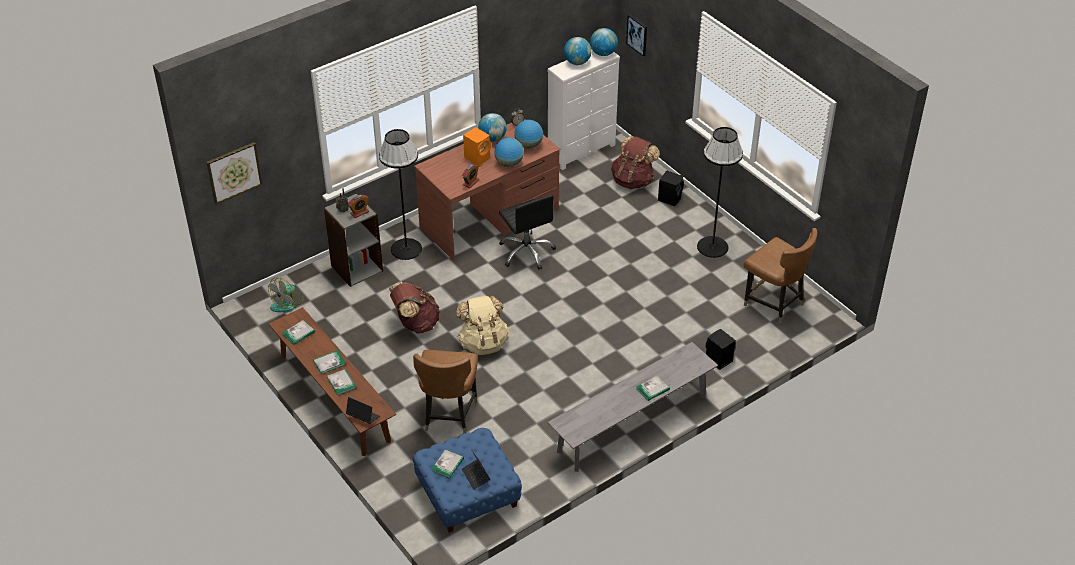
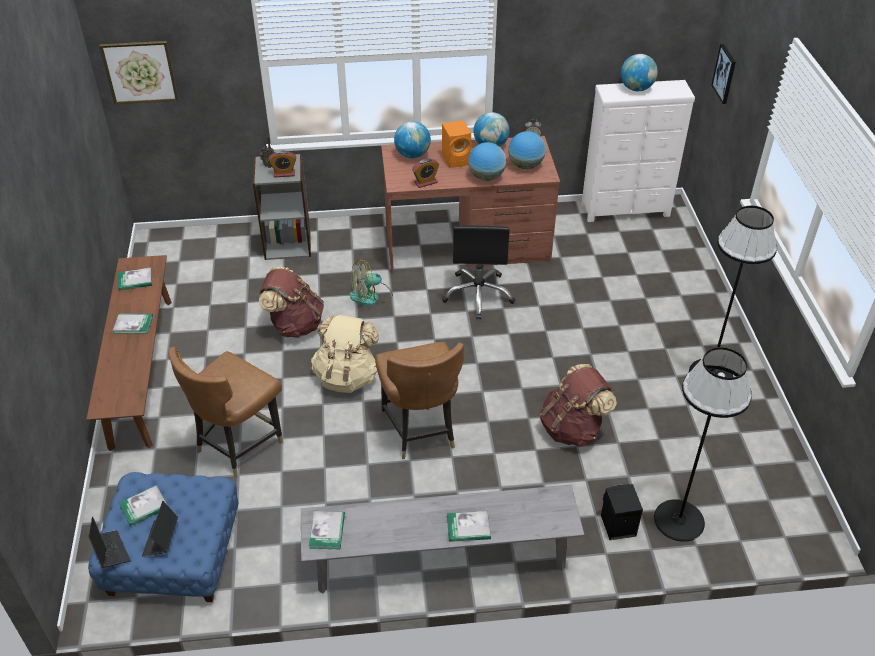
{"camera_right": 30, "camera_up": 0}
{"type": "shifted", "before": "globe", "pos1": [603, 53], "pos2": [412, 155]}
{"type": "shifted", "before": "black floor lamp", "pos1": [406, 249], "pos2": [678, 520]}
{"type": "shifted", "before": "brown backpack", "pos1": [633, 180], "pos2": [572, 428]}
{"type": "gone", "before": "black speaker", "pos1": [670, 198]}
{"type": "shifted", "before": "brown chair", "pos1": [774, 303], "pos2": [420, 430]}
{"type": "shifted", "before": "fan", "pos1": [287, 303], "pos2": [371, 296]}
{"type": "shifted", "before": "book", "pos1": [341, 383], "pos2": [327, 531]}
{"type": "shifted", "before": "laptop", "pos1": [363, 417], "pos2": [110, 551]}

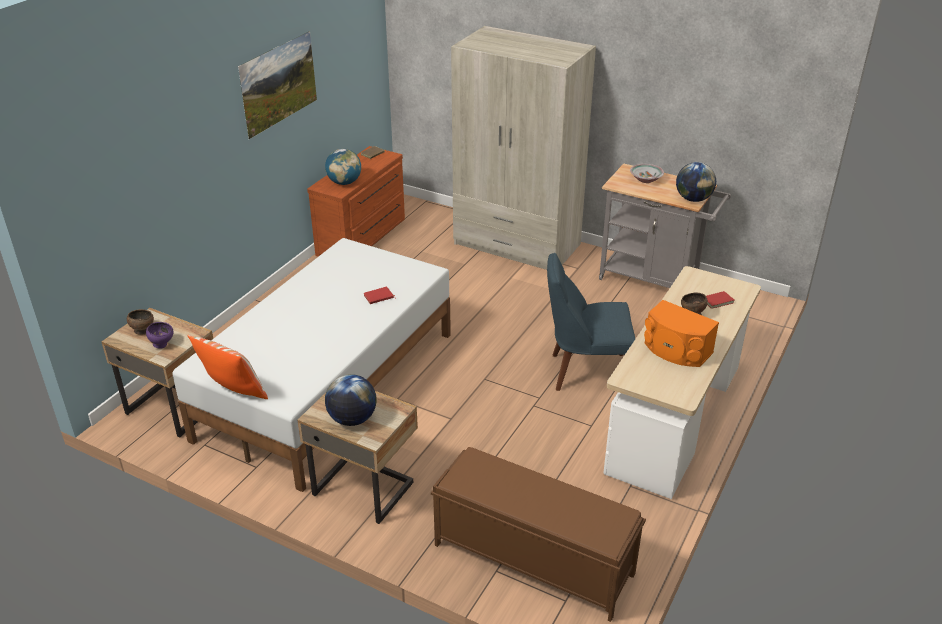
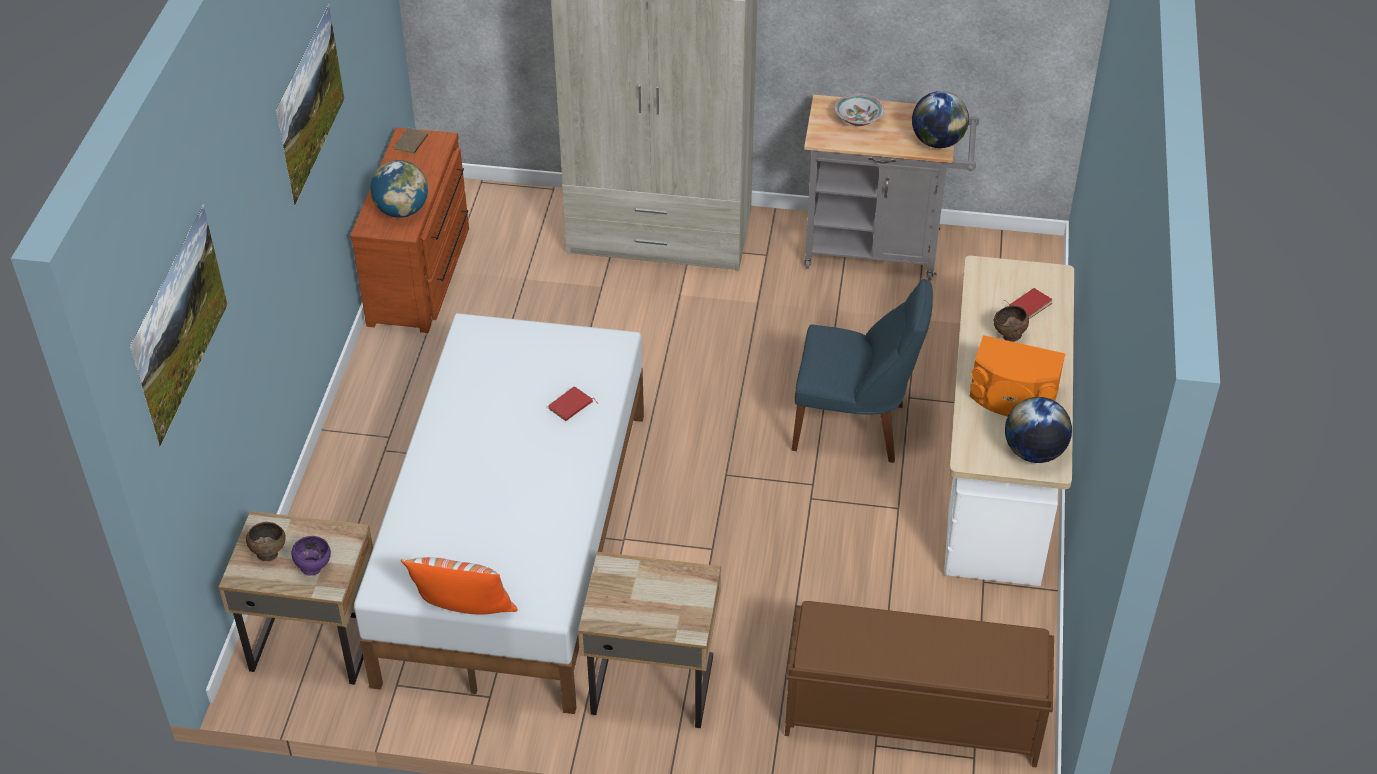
{"camera_right": -20, "camera_up": 10}
{"type": "rotated", "before": "blue chair", "pos1": [585, 372], "pos2": [854, 427], "turn": -150}
{"type": "shifted", "before": "globe", "pos1": [352, 419], "pos2": [1034, 452]}
{"type": "new", "after": "picture", "pos2": [188, 349]}

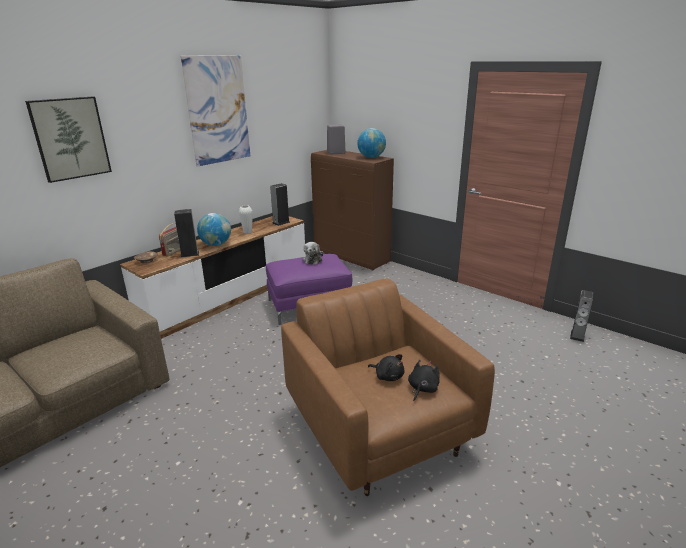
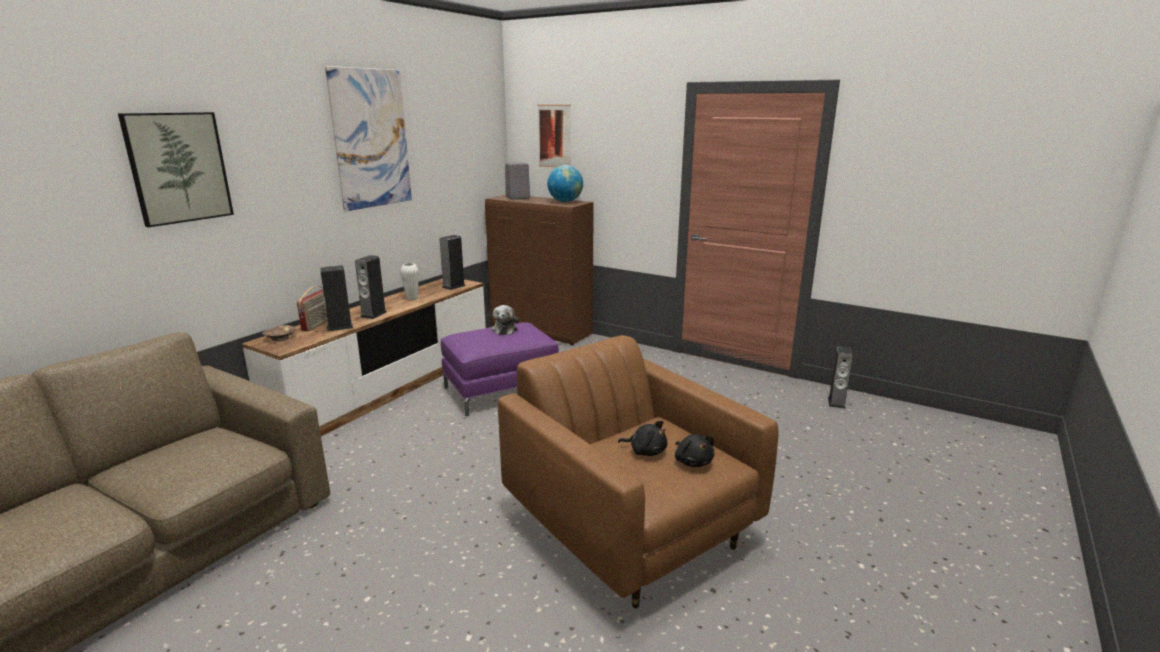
{"camera_right": -10, "camera_up": -5}
{"type": "swapped", "before": "globe", "after": "speaker", "pos1": [216, 244], "pos2": [373, 314]}
{"type": "rotated", "before": "black plush toy", "pos1": [422, 389], "pos2": [693, 461], "turn": 135}
{"type": "new", "after": "picture", "pos2": [554, 136]}

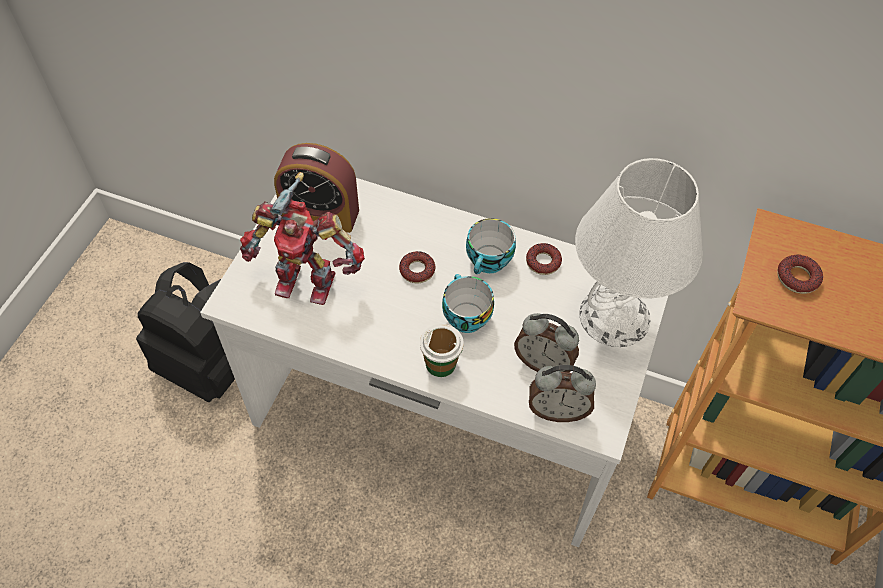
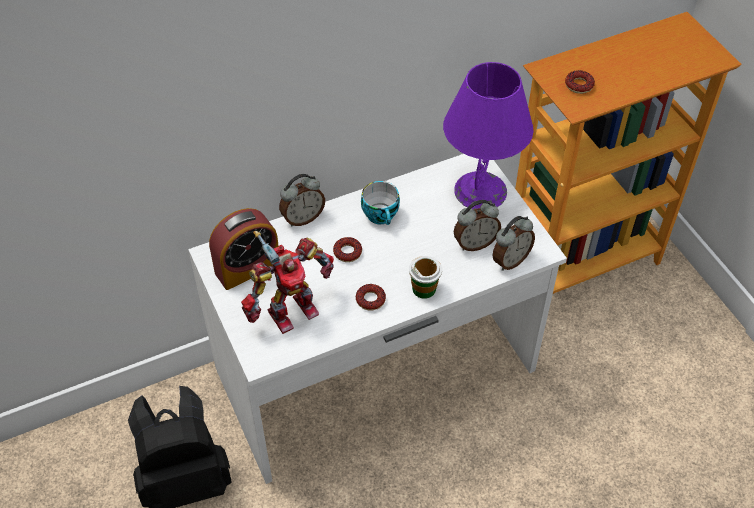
{"camera_right": -45, "camera_up": -5}
{"type": "repainted", "before": "white table lamp", "after": "purple table lamp", "pos1": [614, 317], "pos2": [481, 191]}
{"type": "shifted", "before": "donut", "pos1": [543, 262], "pos2": [370, 300]}
{"type": "gone", "before": "cup", "pos1": [464, 316]}
{"type": "new", "after": "alarm clock", "pos2": [302, 218]}

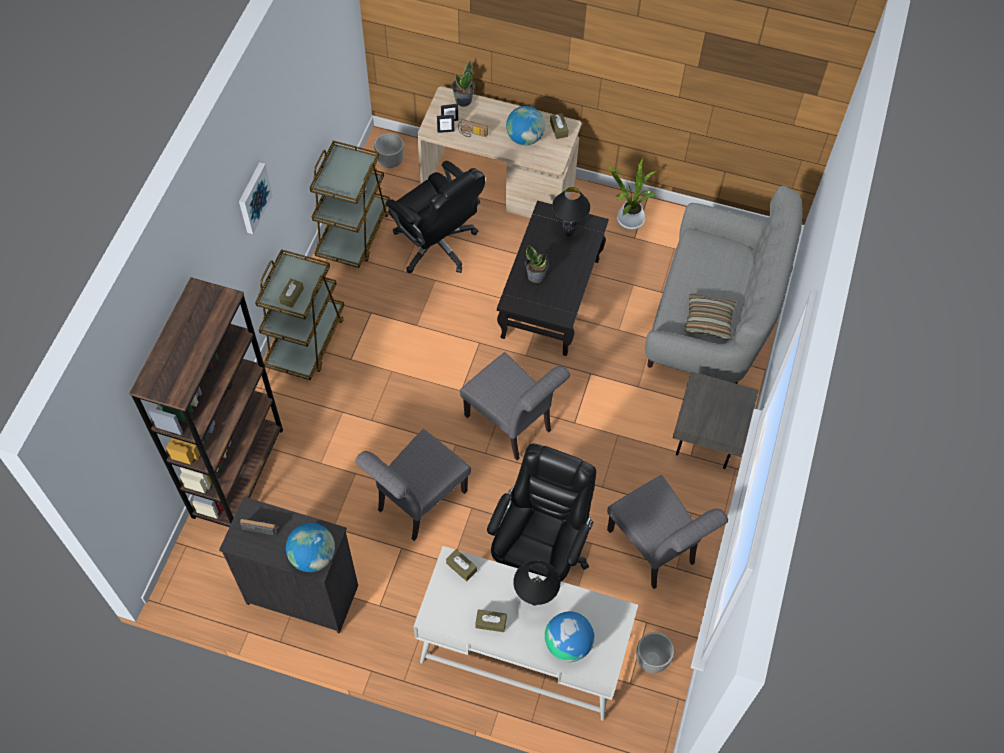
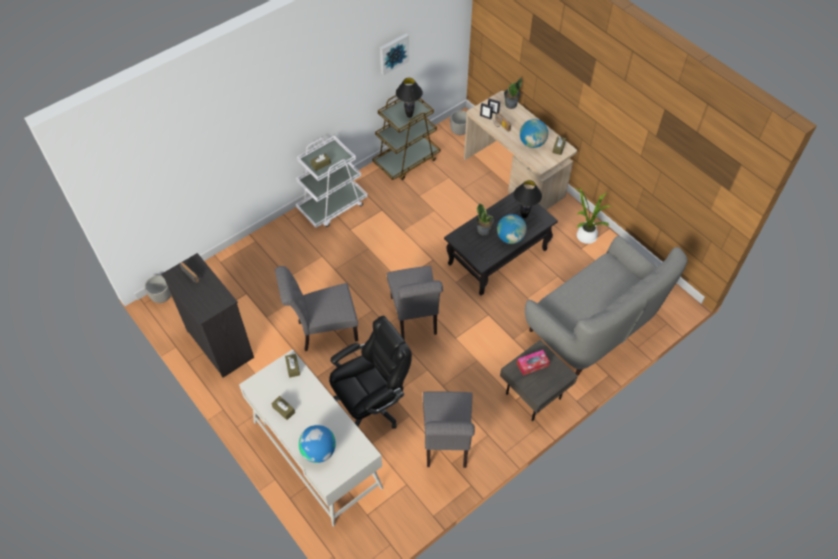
{"camera_right": 35, "camera_up": -5}
{"type": "gone", "before": "black office chair", "pos1": [437, 245]}
{"type": "shifted", "before": "picture", "pos1": [253, 197], "pos2": [393, 53]}
{"type": "repainted", "before": "brown cart", "after": "white cart", "pos1": [306, 340], "pos2": [333, 206]}
{"type": "gone", "before": "brown bookcase", "pos1": [238, 472]}
{"type": "gone", "before": "pillow", "pos1": [708, 320]}
{"type": "shifted", "before": "globe", "pos1": [313, 556], "pos2": [510, 238]}
{"type": "shifted", "before": "black table lamp", "pos1": [535, 601], "pos2": [409, 116]}
{"type": "shifted", "before": "planter", "pos1": [652, 660], "pos2": [162, 297]}
{"type": "new", "after": "tissue box", "pos2": [532, 364]}

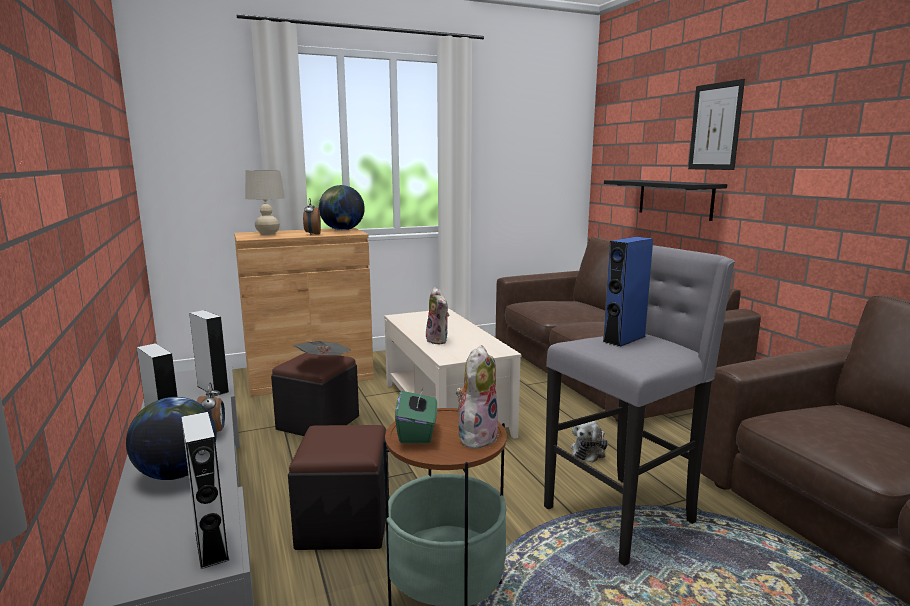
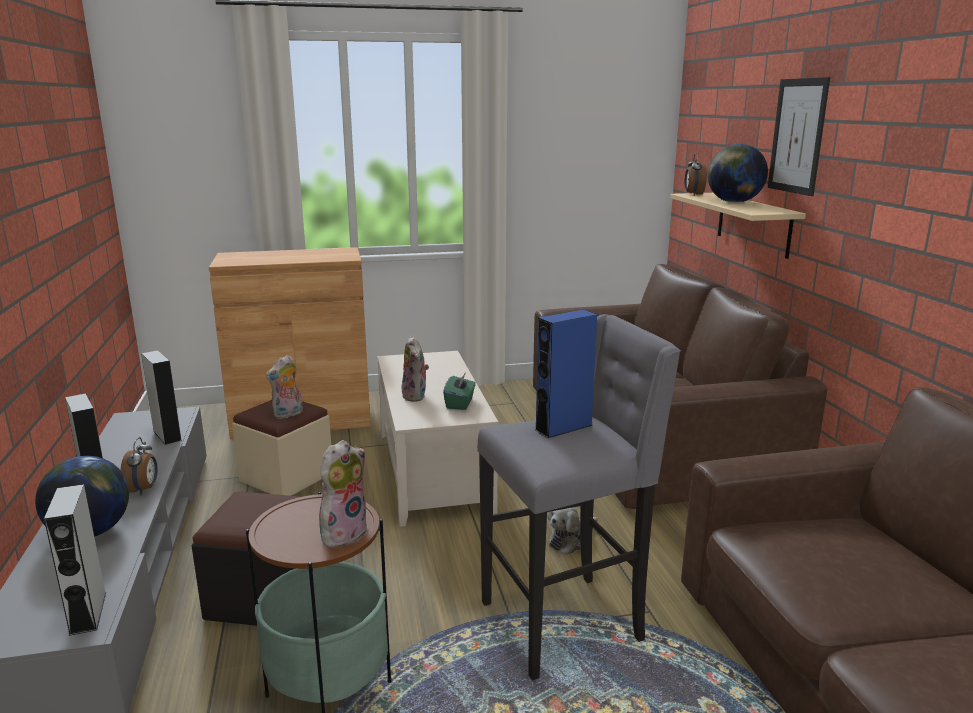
{"camera_right": 10, "camera_up": 5}
{"type": "gone", "before": "beige table lamp", "pos1": [267, 234]}
{"type": "repainted", "before": "black shelf", "after": "beige shelf", "pos1": [675, 199], "pos2": [753, 224]}
{"type": "shifted", "before": "globe", "pos1": [342, 230], "pos2": [733, 202]}
{"type": "shifted", "before": "alarm clock", "pos1": [312, 234], "pos2": [693, 194]}
{"type": "swapped", "before": "newspaper", "after": "plush toy", "pos1": [324, 364], "pos2": [288, 414]}
{"type": "repainted", "before": "black ottoman", "after": "beige ottoman", "pos1": [318, 423], "pos2": [286, 477]}
{"type": "shifted", "before": "green tissue box", "pos1": [417, 432], "pos2": [460, 403]}

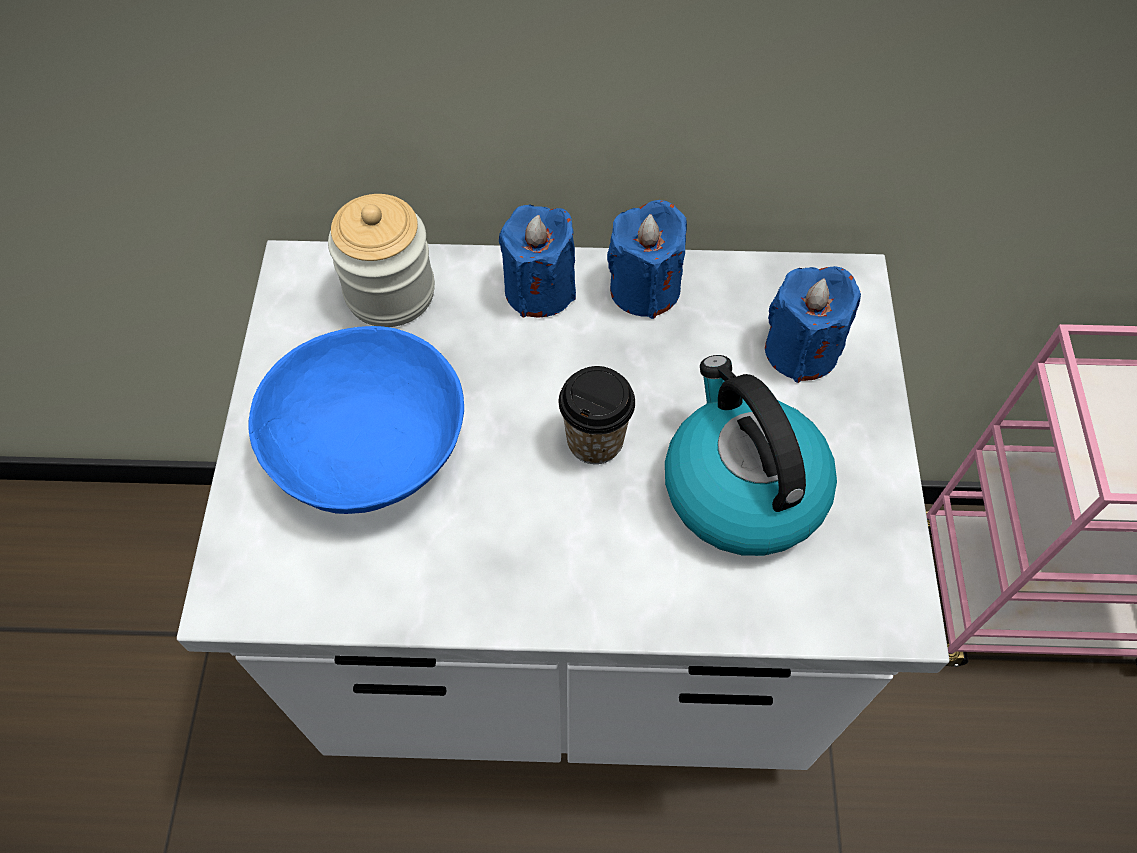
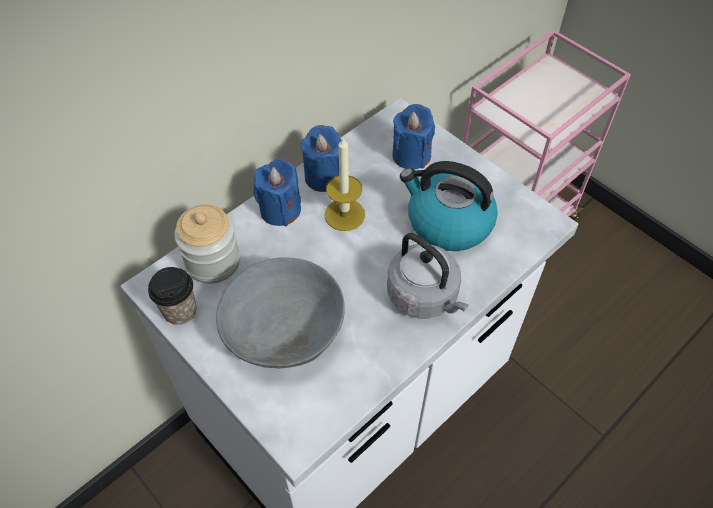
{"camera_right": -45, "camera_up": -5}
{"type": "repainted", "before": "blue bowl", "after": "grey bowl", "pos1": [372, 448], "pos2": [285, 330]}
{"type": "shifted", "before": "cup", "pos1": [595, 441], "pos2": [180, 311]}
{"type": "new", "after": "candle", "pos2": [344, 214]}
{"type": "new", "after": "grey kettle", "pos2": [425, 297]}

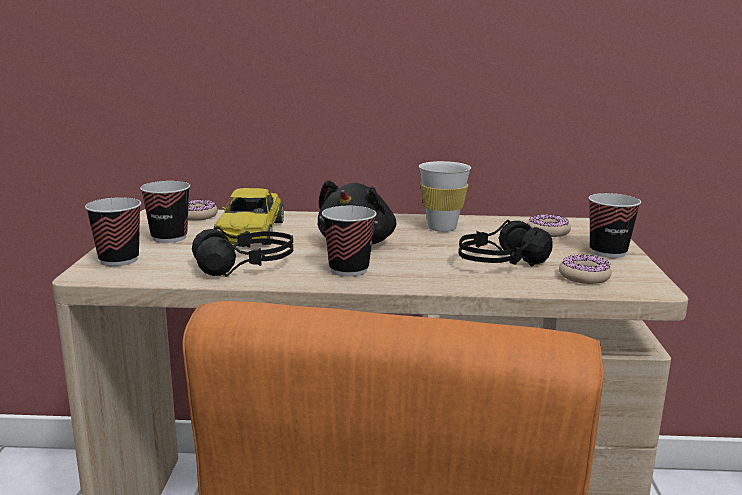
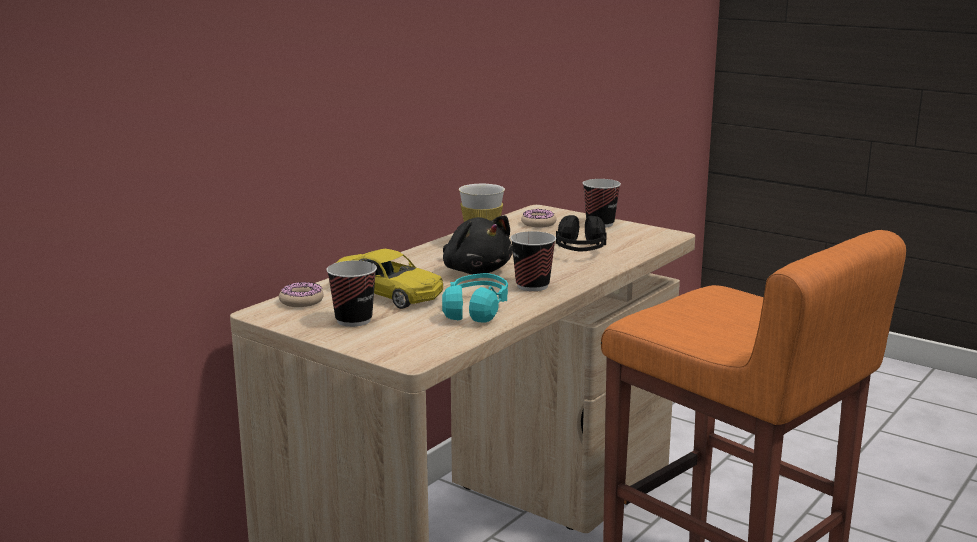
{"camera_right": -55, "camera_up": 0}
{"type": "gone", "before": "cup", "pos1": [119, 260]}
{"type": "repainted", "before": "black headphones", "after": "turquoise headphones", "pos1": [245, 266], "pos2": [476, 310]}
{"type": "gone", "before": "donut", "pos1": [584, 276]}

